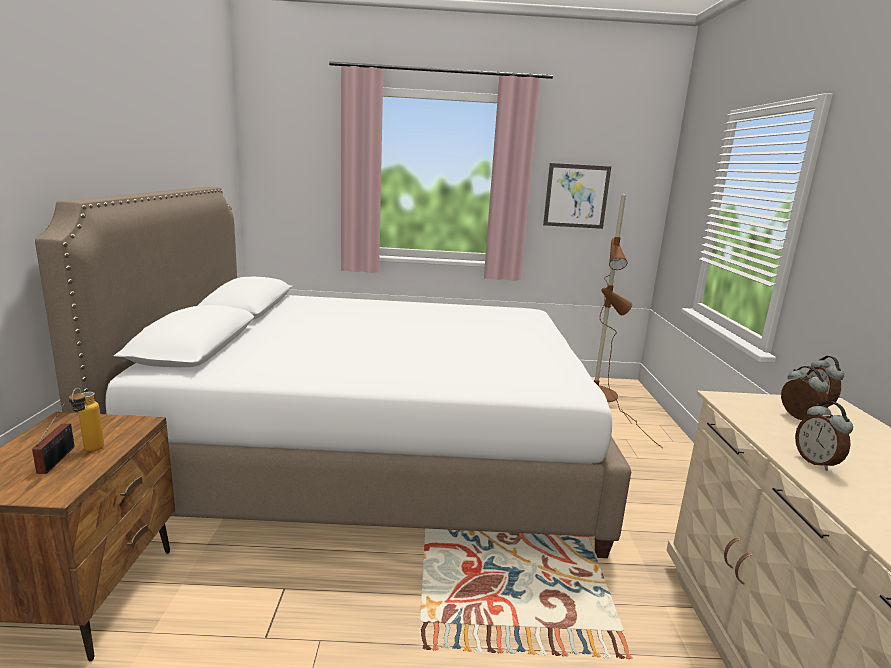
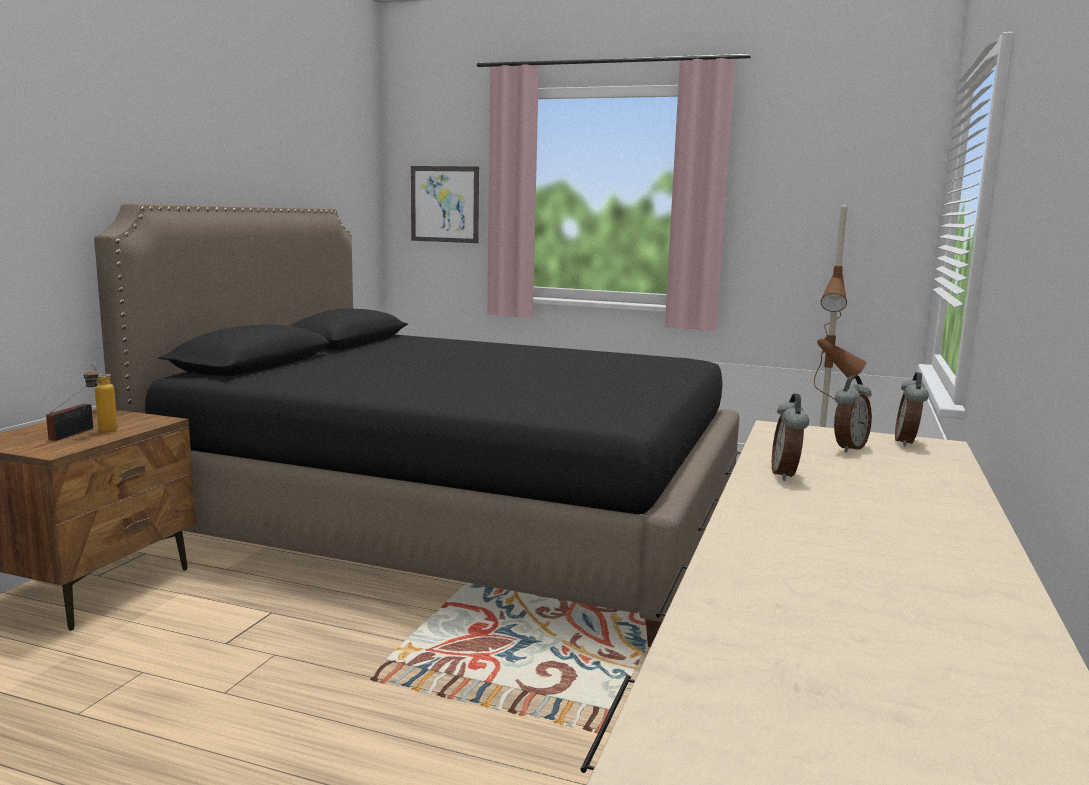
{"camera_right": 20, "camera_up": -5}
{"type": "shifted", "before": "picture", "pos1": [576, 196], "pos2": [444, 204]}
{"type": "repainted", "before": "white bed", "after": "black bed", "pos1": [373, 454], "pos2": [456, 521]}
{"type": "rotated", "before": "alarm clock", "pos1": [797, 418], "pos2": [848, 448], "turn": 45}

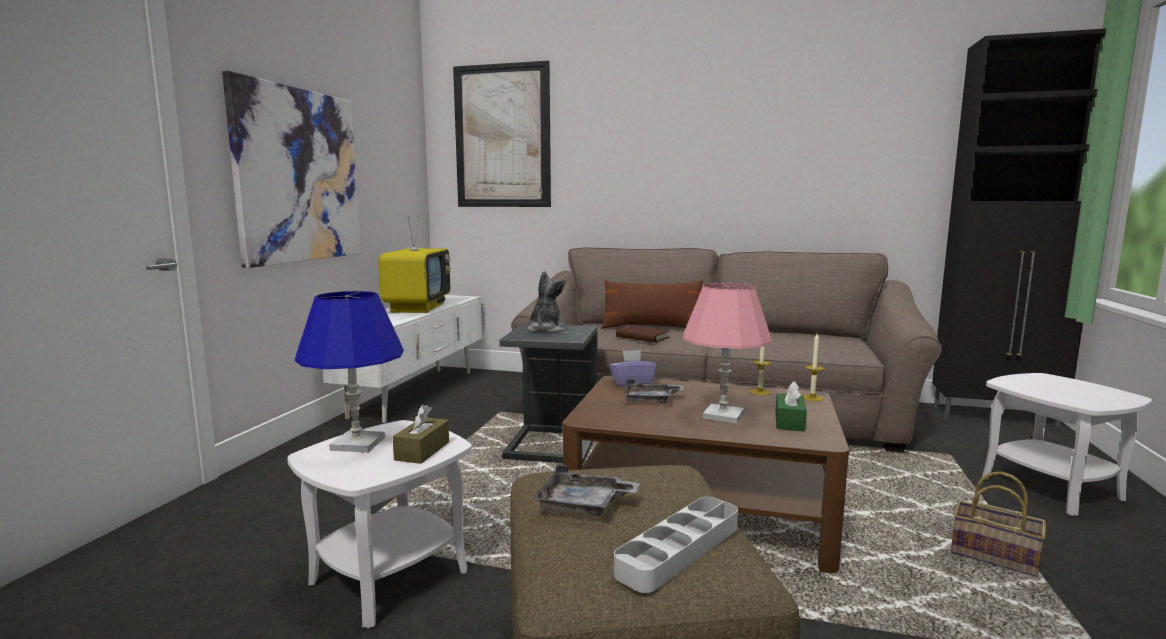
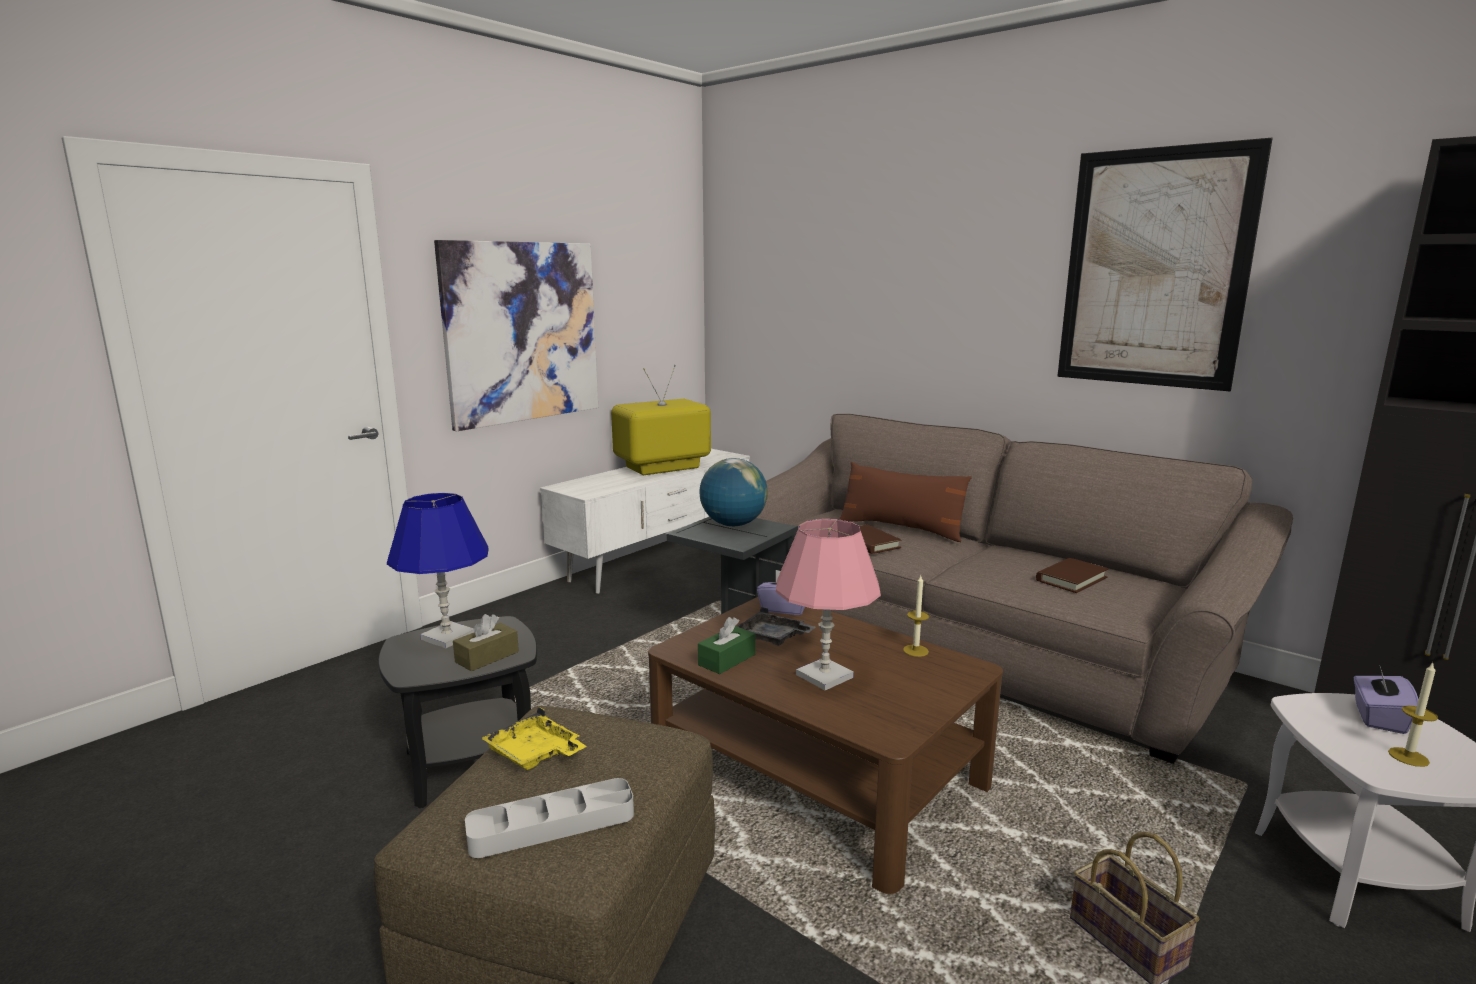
{"camera_right": 25, "camera_up": 5}
{"type": "shifted", "before": "picture", "pos1": [502, 136], "pos2": [1154, 269]}
{"type": "rotated", "before": "television", "pos1": [418, 307], "pos2": [662, 468], "turn": -150}
{"type": "swapped", "before": "plush toy", "after": "globe", "pos1": [546, 329], "pos2": [733, 524]}
{"type": "shifted", "before": "candle", "pos1": [812, 398], "pos2": [1408, 757]}
{"type": "shifted", "before": "green tissue box", "pos1": [789, 421], "pos2": [727, 660]}
{"type": "repainted", "before": "white side table", "after": "black side table", "pos1": [390, 577], "pos2": [471, 764]}
{"type": "repainted", "before": "grey tray", "after": "yellow tray", "pos1": [583, 505], "pos2": [534, 754]}
{"type": "new", "after": "brown book", "pos2": [1071, 579]}
{"type": "new", "after": "purple tissue box", "pos2": [1378, 718]}

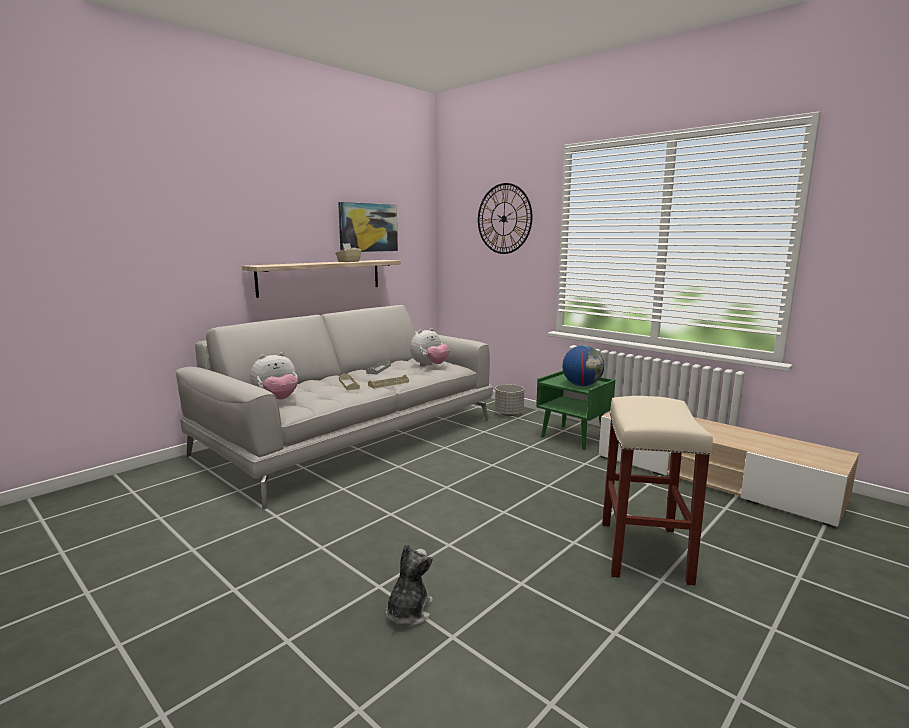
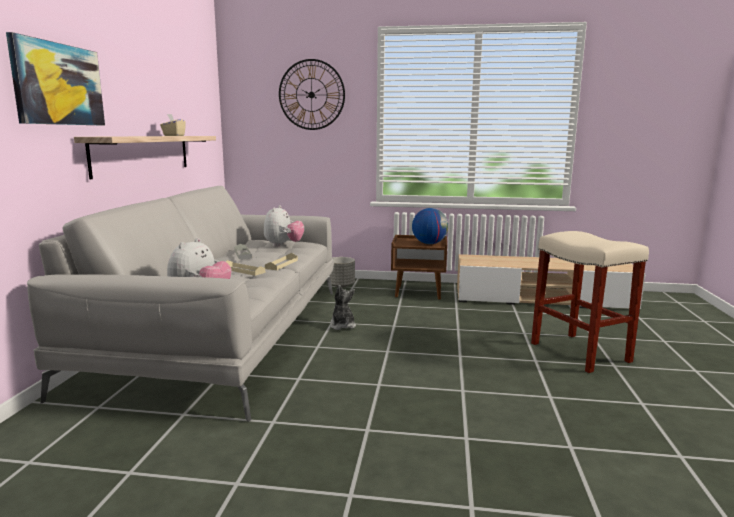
{"camera_right": -35, "camera_up": 0}
{"type": "shifted", "before": "picture", "pos1": [368, 227], "pos2": [58, 84]}
{"type": "repainted", "before": "green nightstand", "after": "brown nightstand", "pos1": [573, 437], "pos2": [419, 292]}
{"type": "shifted", "before": "plush toy", "pos1": [408, 612], "pos2": [342, 326]}

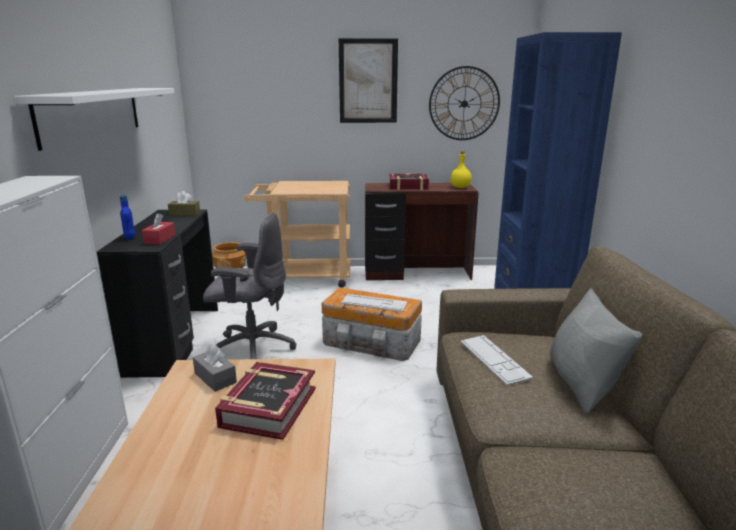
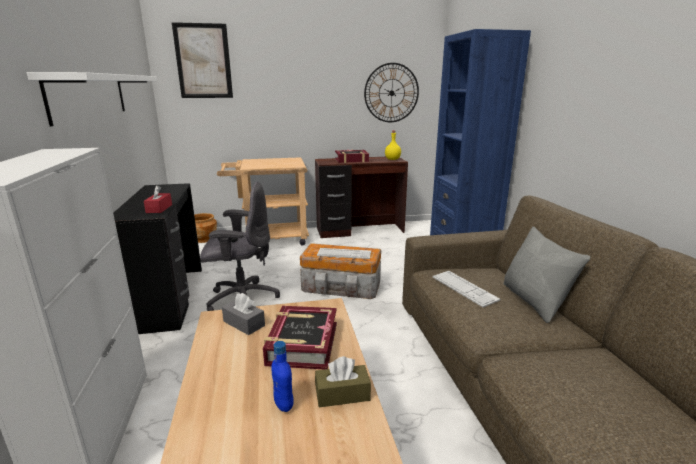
{"camera_right": -10, "camera_up": 0}
{"type": "shifted", "before": "picture", "pos1": [368, 81], "pos2": [203, 61]}
{"type": "shifted", "before": "brown tissue box", "pos1": [184, 214], "pos2": [342, 394]}
{"type": "shifted", "before": "blue bottle", "pos1": [130, 237], "pos2": [283, 404]}

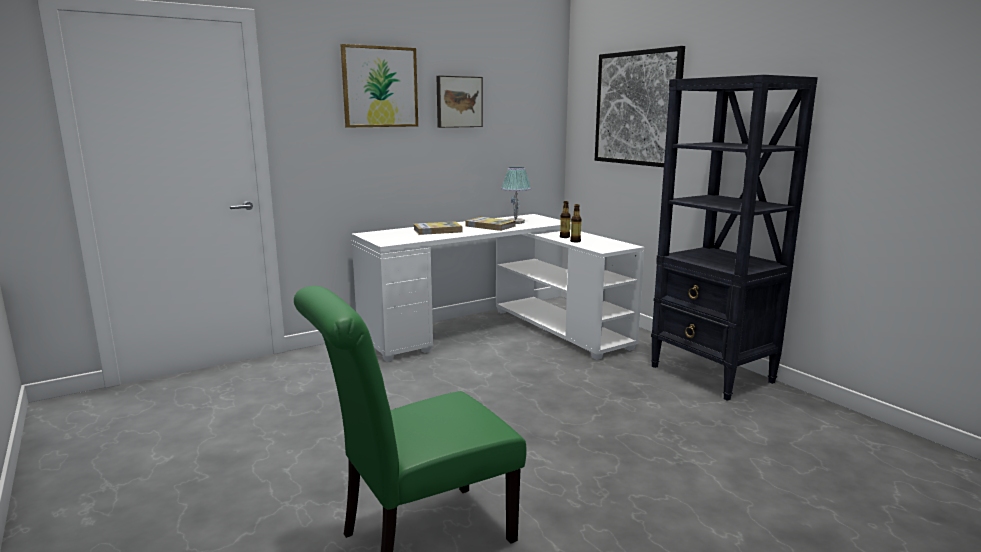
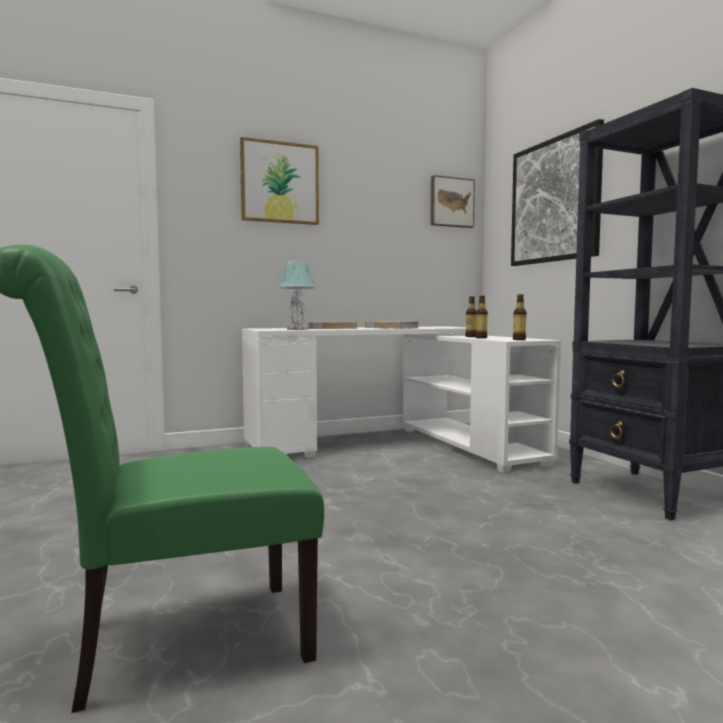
{"camera_right": 10, "camera_up": -10}
{"type": "shifted", "before": "picture", "pos1": [458, 102], "pos2": [451, 202]}
{"type": "shifted", "before": "table lamp", "pos1": [516, 222], "pos2": [297, 329]}
{"type": "new", "after": "bottle", "pos2": [519, 339]}

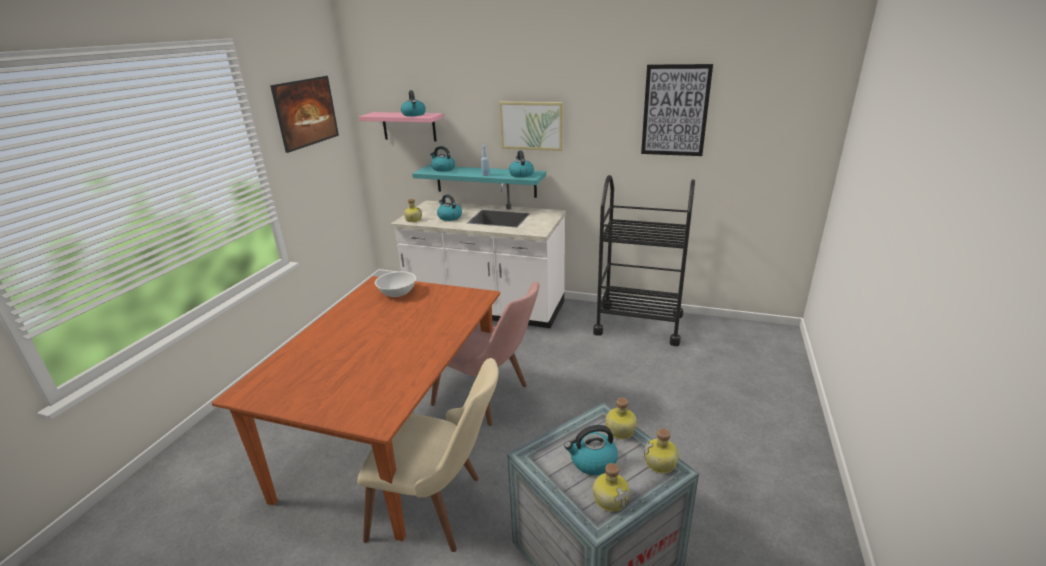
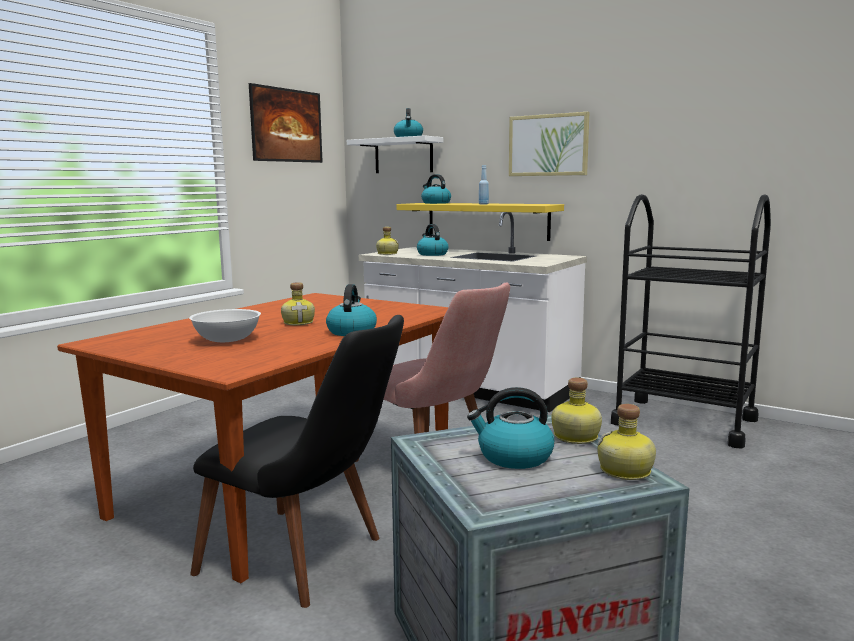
{"camera_right": 15, "camera_up": -15}
{"type": "gone", "before": "picture", "pos1": [675, 111]}
{"type": "repainted", "before": "pink shelf", "after": "white shelf", "pos1": [409, 126], "pos2": [403, 156]}
{"type": "shifted", "before": "kettle", "pos1": [521, 174], "pos2": [351, 331]}
{"type": "repainted", "before": "turquoise shelf", "after": "yellow shelf", "pos1": [485, 181], "pos2": [487, 221]}
{"type": "shifted", "before": "white bowl", "pos1": [397, 293], "pos2": [226, 340]}
{"type": "repainted", "before": "beige chair", "after": "black chair", "pos1": [440, 508], "pos2": [310, 559]}
{"type": "shifted", "before": "bottle", "pos1": [610, 498], "pos2": [299, 323]}

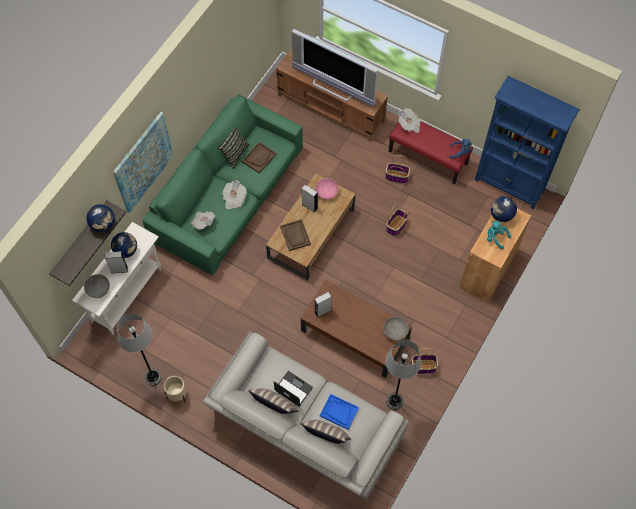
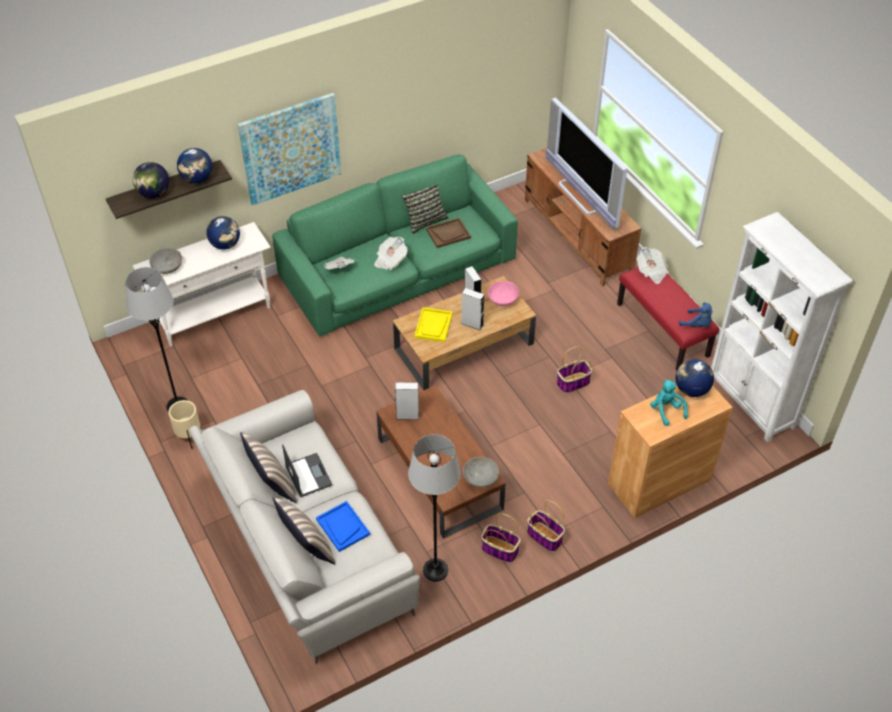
{"camera_right": 30, "camera_up": -15}
{"type": "repainted", "before": "blue bookcase", "after": "white bookcase", "pos1": [509, 185], "pos2": [751, 402]}
{"type": "shifted", "before": "basket", "pos1": [397, 176], "pos2": [545, 537]}
{"type": "repainted", "before": "brown tray", "after": "yellow tray", "pos1": [295, 235], "pos2": [433, 326]}
{"type": "shifted", "before": "grey speaker", "pos1": [119, 269], "pos2": [472, 324]}
{"type": "new", "after": "globe", "pos2": [154, 193]}

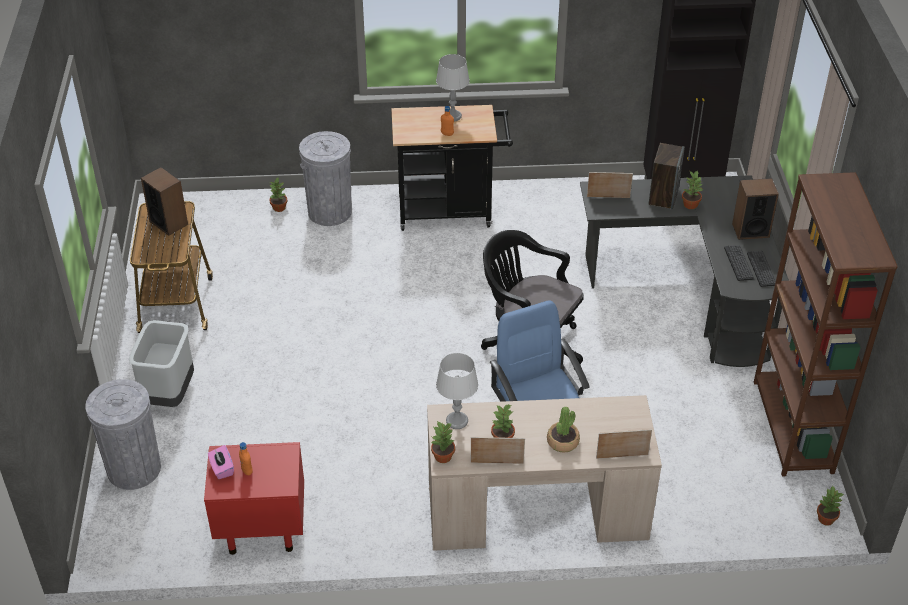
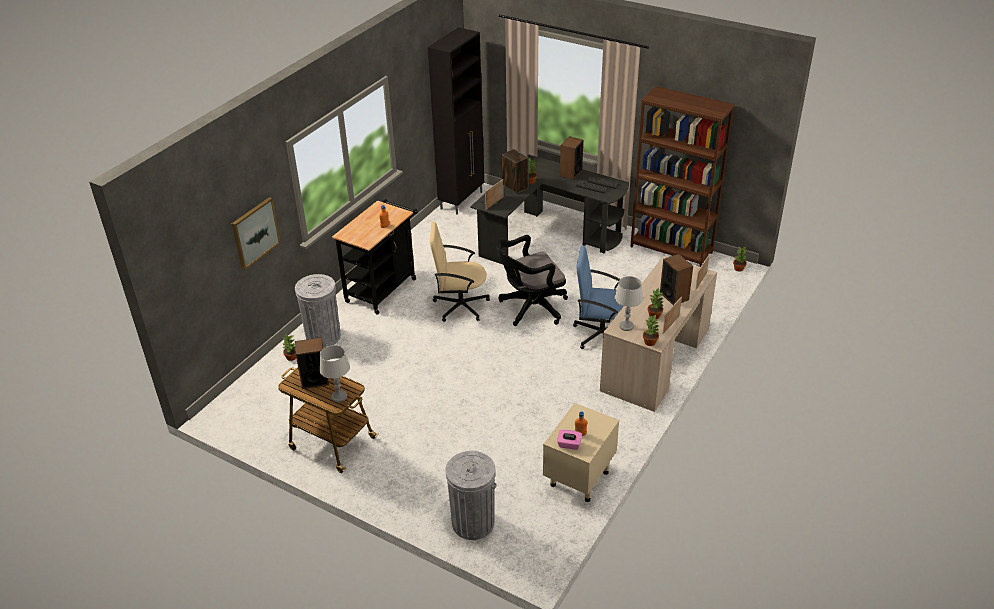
{"camera_right": -55, "camera_up": -5}
{"type": "shifted", "before": "grey table lamp", "pos1": [452, 116], "pos2": [339, 397]}
{"type": "gone", "before": "grey trash can", "pos1": [168, 393]}
{"type": "swapped", "before": "potted plant", "after": "speaker", "pos1": [563, 442], "pos2": [674, 296]}
{"type": "repainted", "before": "red nightstand", "after": "beige nightstand", "pos1": [260, 529], "pos2": [579, 479]}
{"type": "new", "after": "picture", "pos2": [255, 232]}
{"type": "new", "after": "beige office chair", "pos2": [460, 306]}

